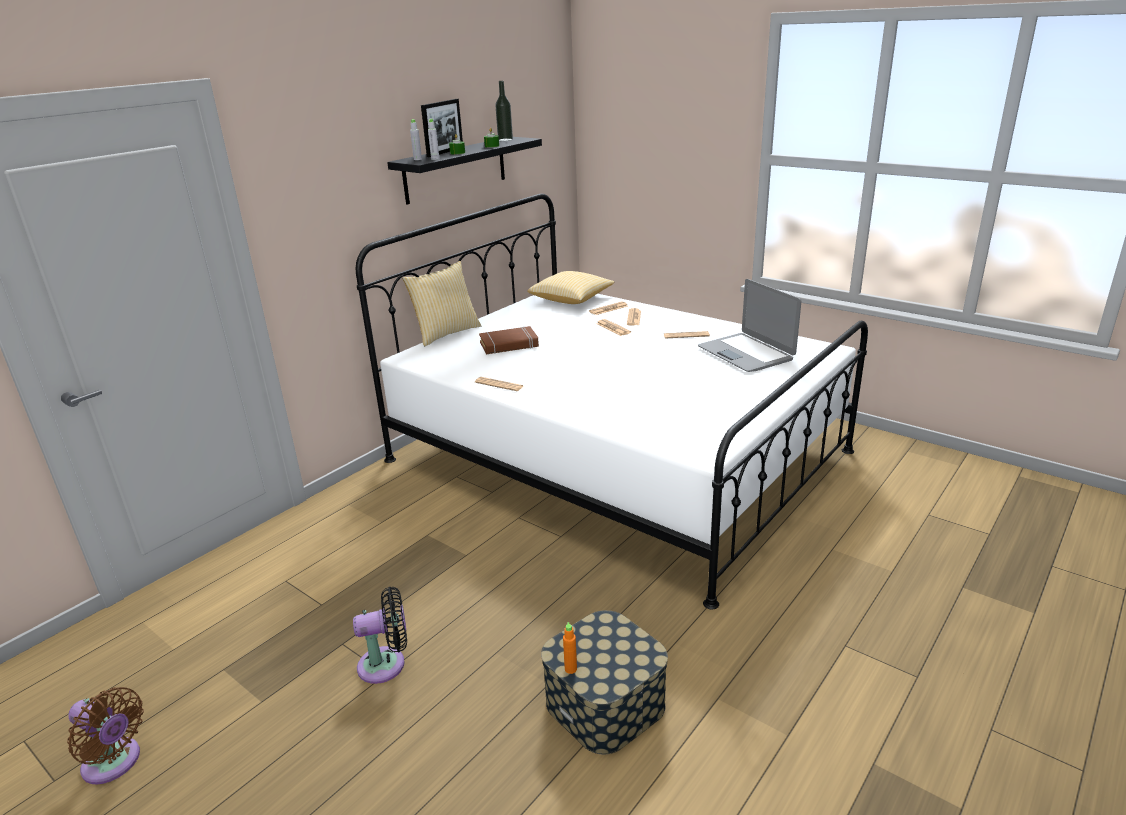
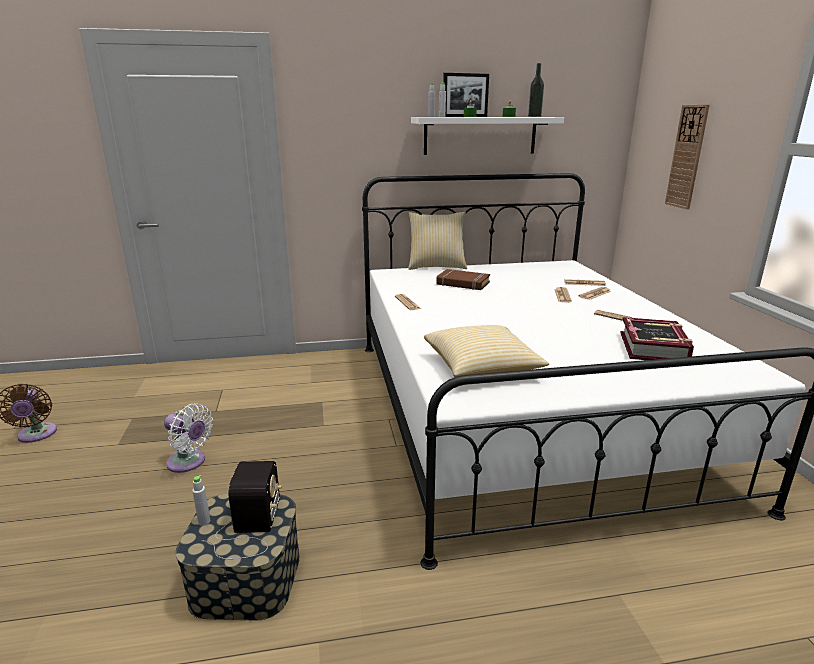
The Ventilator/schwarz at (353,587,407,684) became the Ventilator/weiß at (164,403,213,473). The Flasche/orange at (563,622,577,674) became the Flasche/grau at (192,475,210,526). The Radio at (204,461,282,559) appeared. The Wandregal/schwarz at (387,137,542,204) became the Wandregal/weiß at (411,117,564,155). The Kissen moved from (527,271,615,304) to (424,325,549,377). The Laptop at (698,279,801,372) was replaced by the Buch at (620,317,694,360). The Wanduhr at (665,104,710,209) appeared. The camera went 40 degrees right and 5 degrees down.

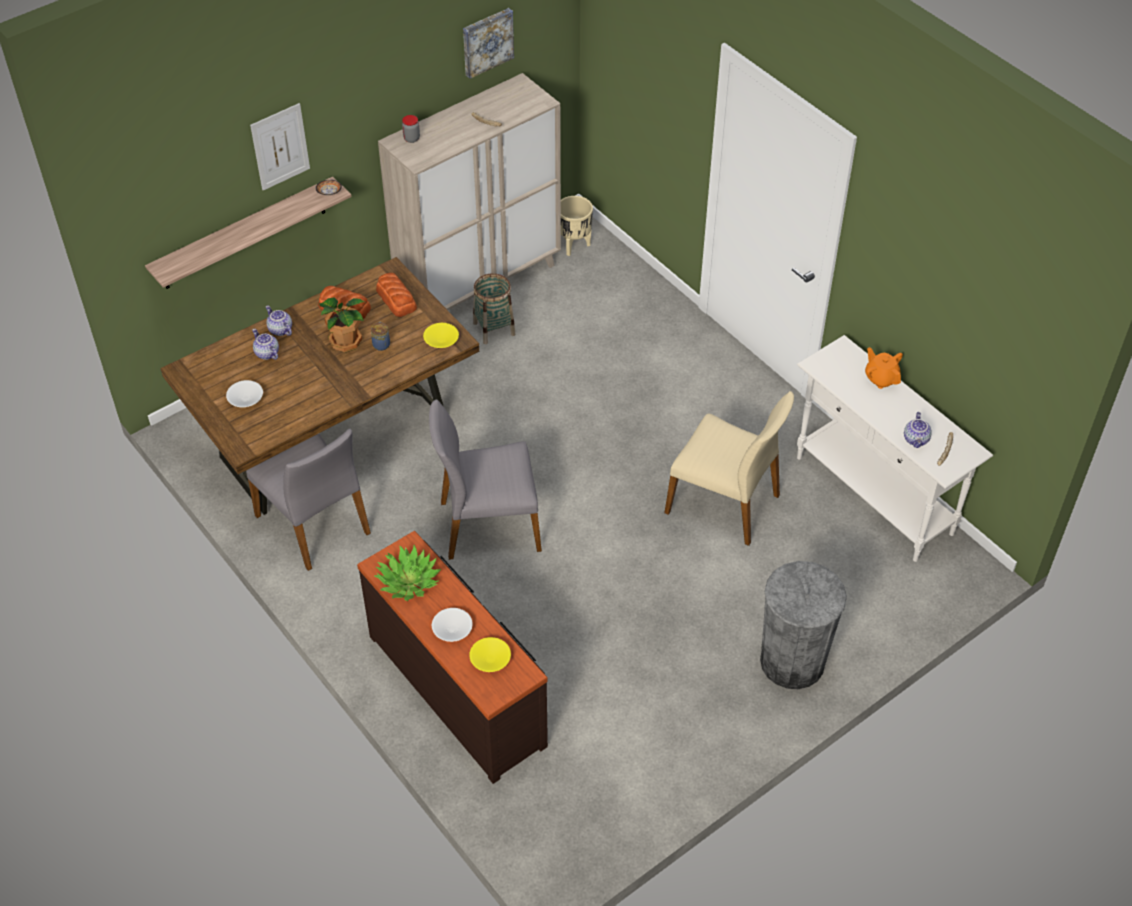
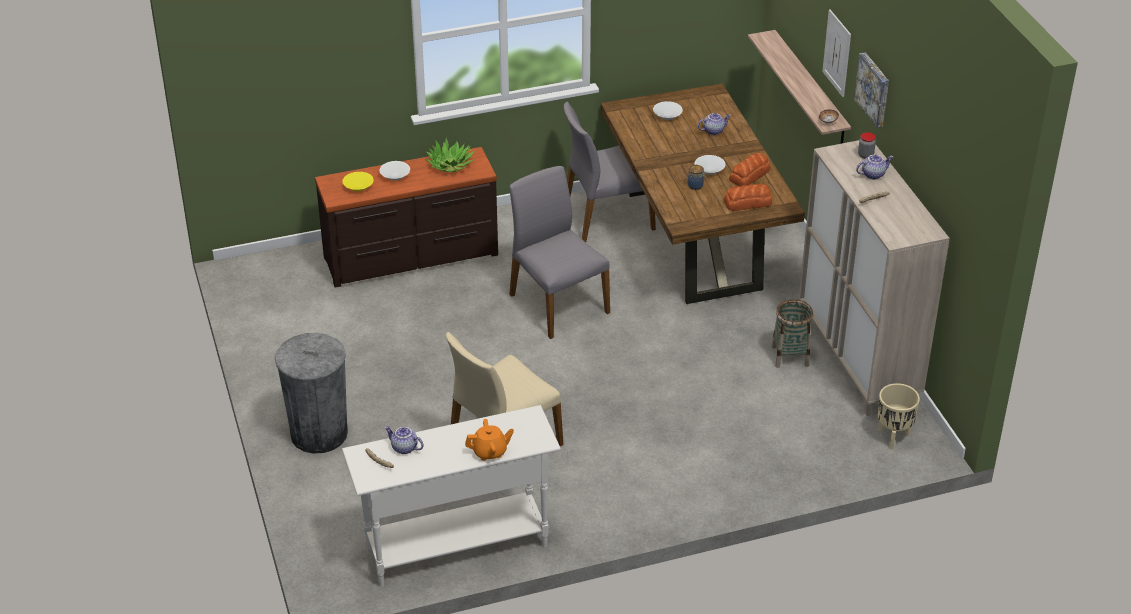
The Stuhl/grau at (429,399,542,560) turned 45 degrees counterclockwise. The Topfpflanze at (319,297,365,353) was replaced by the Schüssel/weiß at (695,155,726,175). The Bild moved from (463,8,514,79) to (854,52,889,128). The Teekanne moved from (266,305,292,336) to (856,155,893,179). The Schüssel/gelb at (423,323,459,348) disappeared. The camera went 110 degrees right and 10 degrees down.

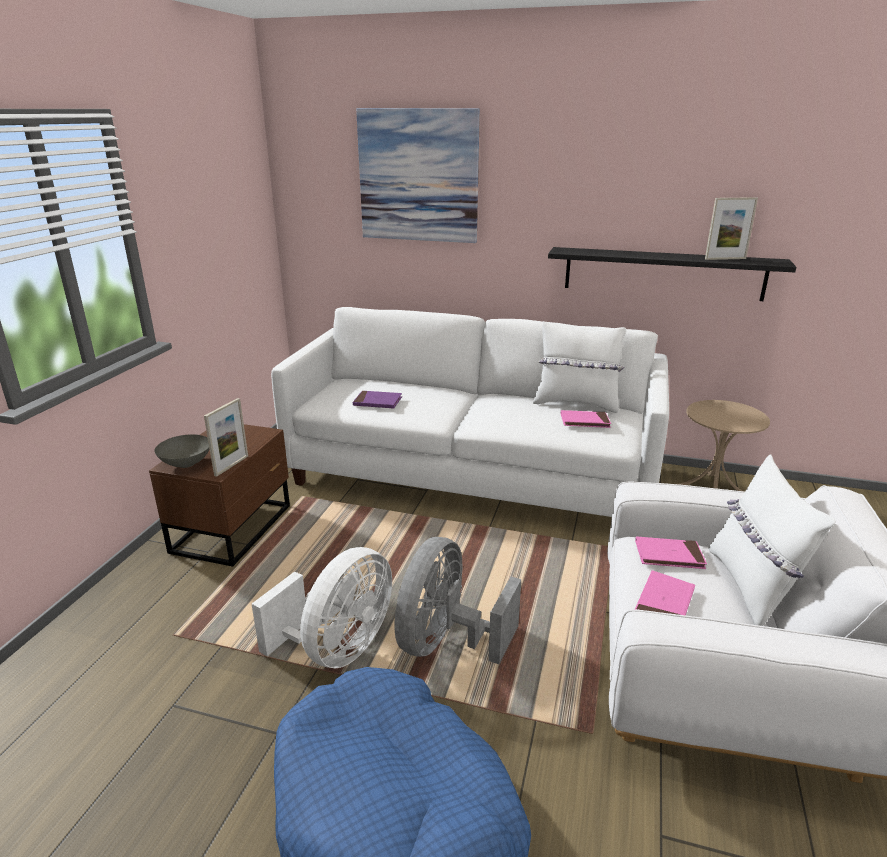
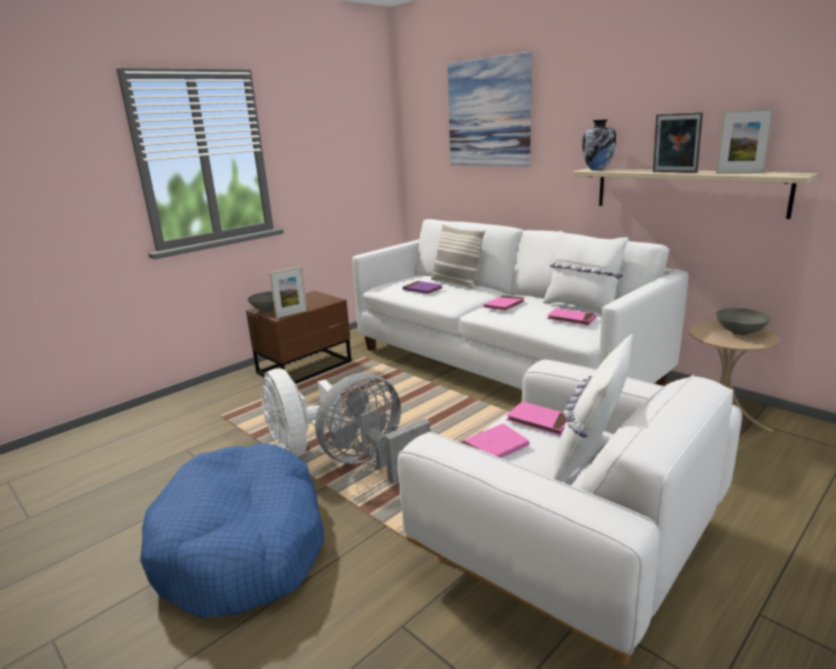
The Ventilator/weiß at (252,547,392,669) turned 90 degrees clockwise. The Kissen at (431,223,485,288) appeared. The Buch/rosa at (483,295,525,311) appeared. The Wandregal/schwarz at (548,247,796,301) became the Wandregal/beige at (573,168,818,219). The Vase at (582,119,616,170) appeared. The Bilderrahmen at (653,112,703,173) appeared. The Schüssel/grau at (716,308,771,335) appeared. The camera went 30 degrees right and 5 degrees down.

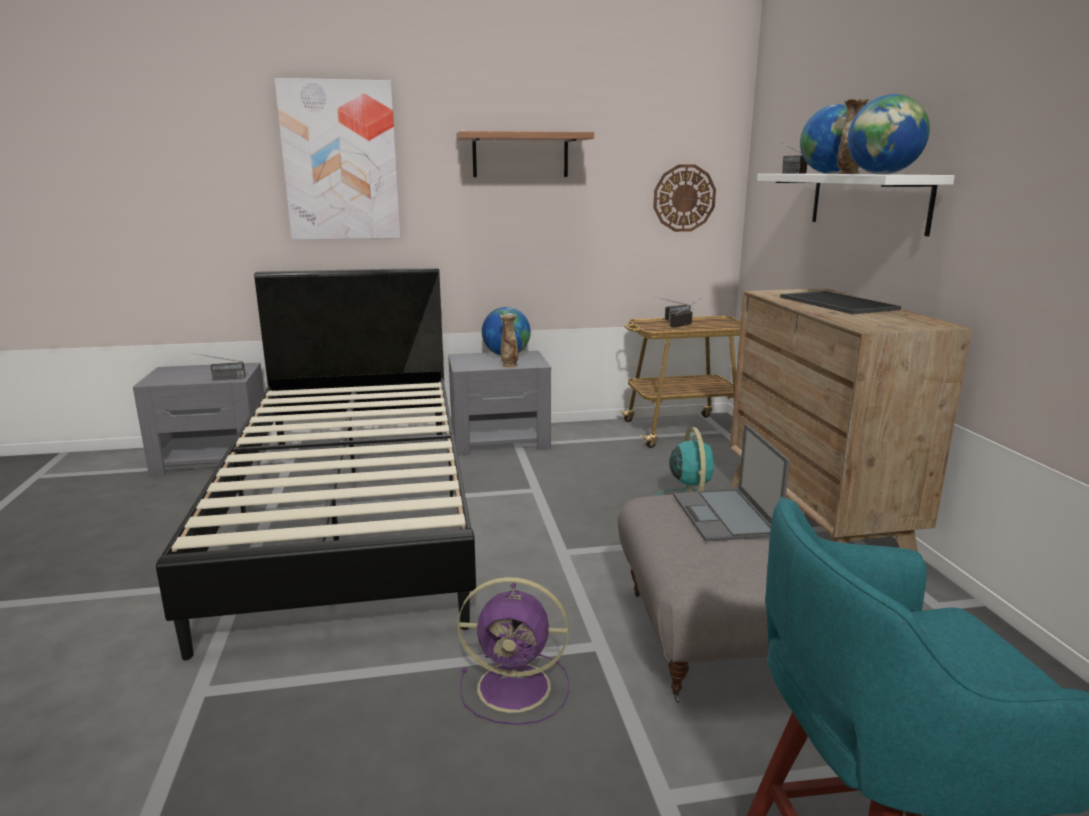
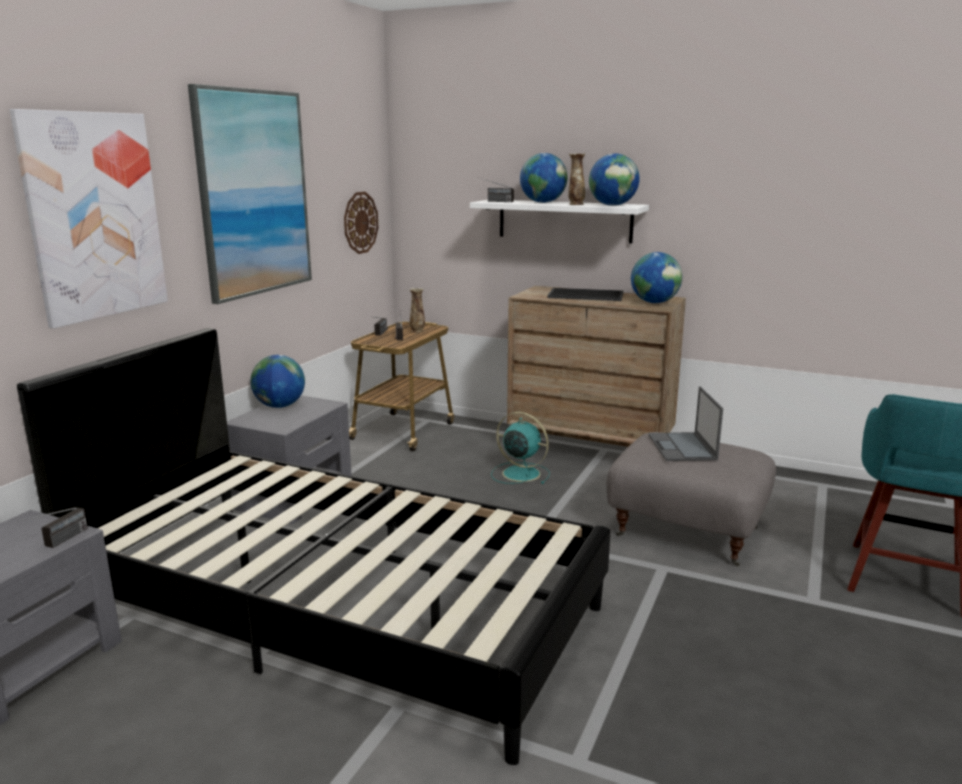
The Wandregal at (456,131,594,177) was replaced by the Bild at (188,84,312,304). The Vase moved from (500,313,519,368) to (410,288,425,333). The Globus at (631,252,682,303) appeared. The Laptop at (673,424,790,542) turned 60 degrees clockwise. The Ventilator/lila at (458,577,569,725) disappeared. The camera went 55 degrees left and 0 degrees up.

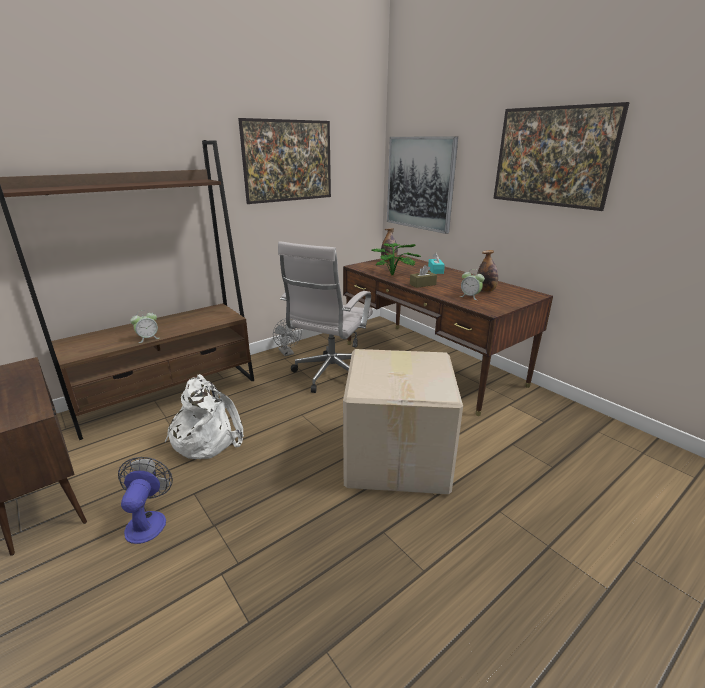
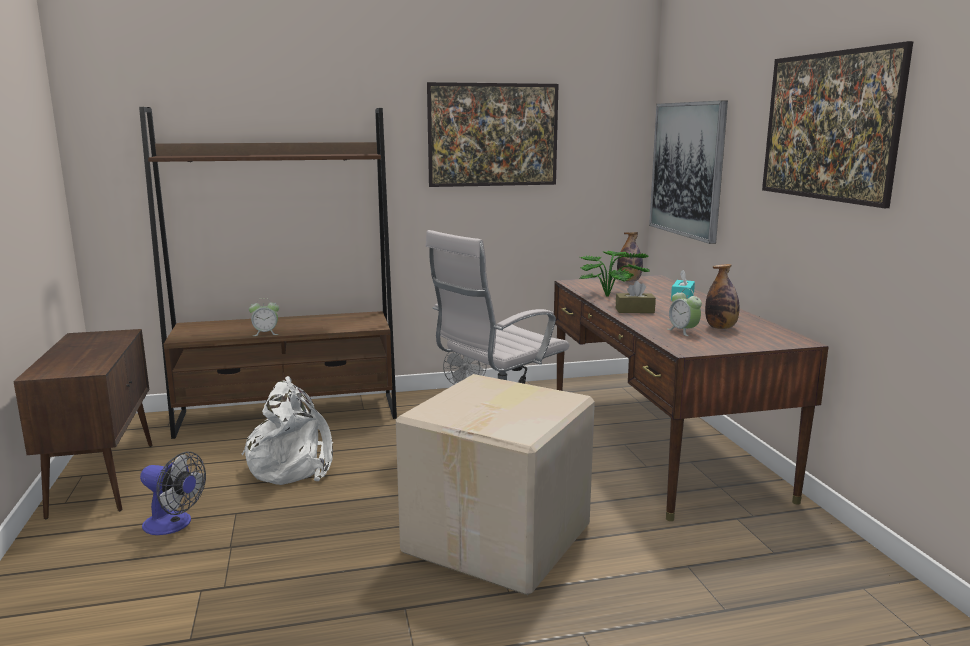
The Ventilator at (118,457,173,544) turned 90 degrees clockwise. The camera went 25 degrees right and 10 degrees down.

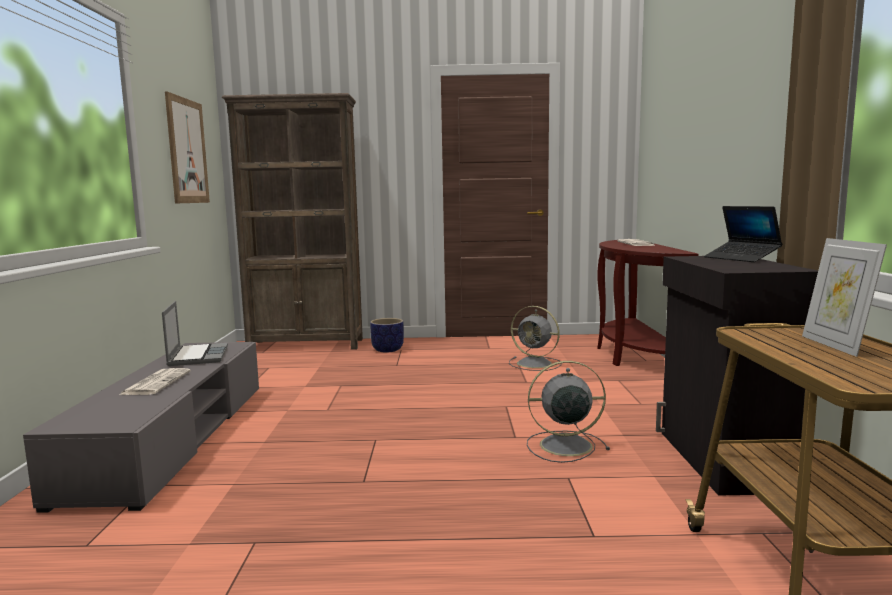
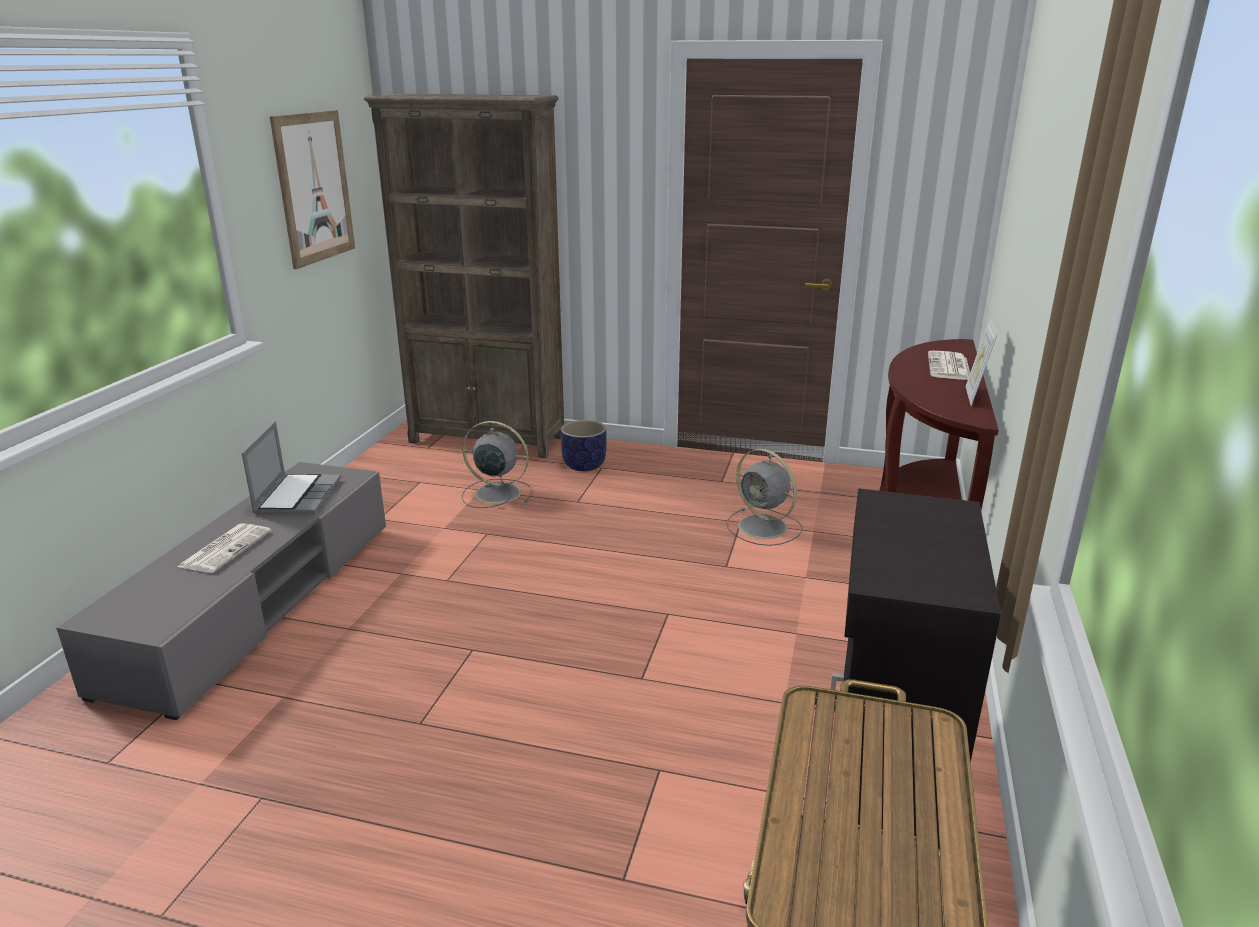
The Ventilator/grau moved from (527,361,610,463) to (462,421,532,508). The Bilderrahmen moved from (802,238,887,357) to (965,319,997,406). The Laptop at (704,206,782,262) disappeared. The camera went 15 degrees right and 15 degrees up.

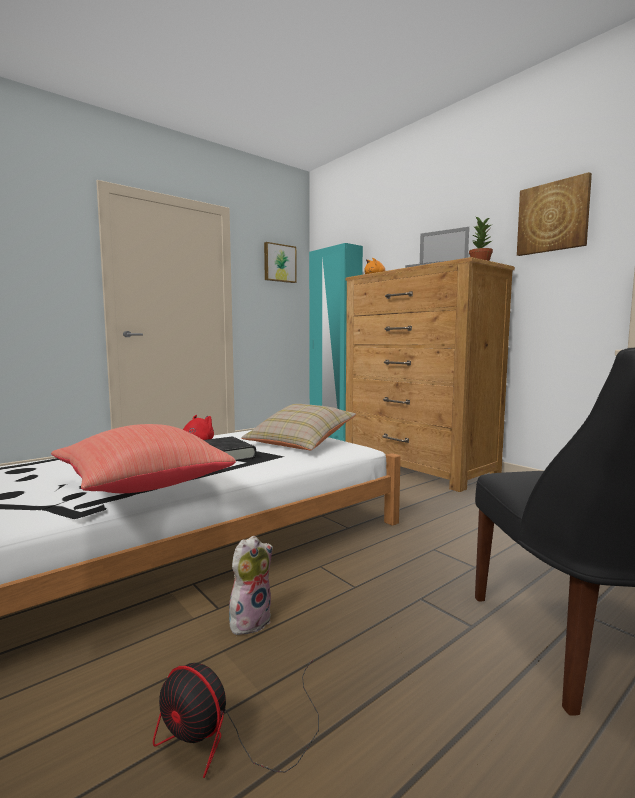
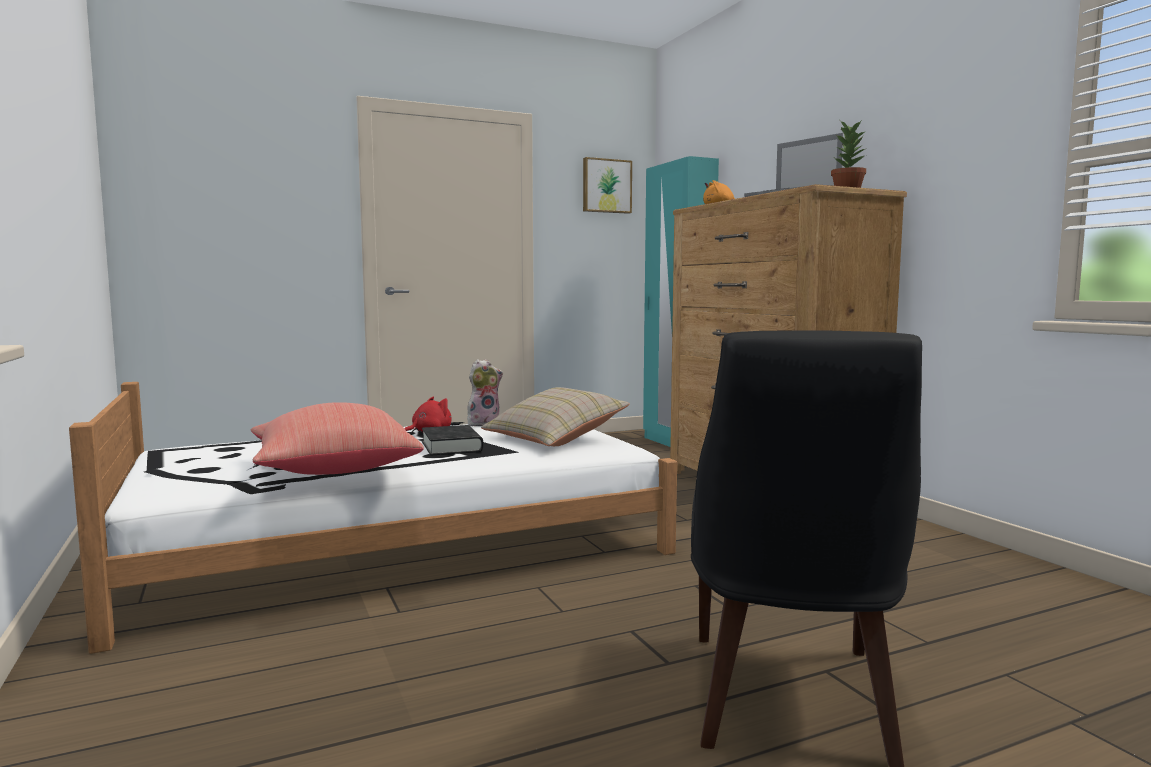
The Plüschtier moved from (229,536,273,635) to (468,359,503,426). The Ventilator at (153,660,319,778) disappeared. The Bild at (517,172,592,256) disappeared. The camera went 15 degrees right and 0 degrees up.

